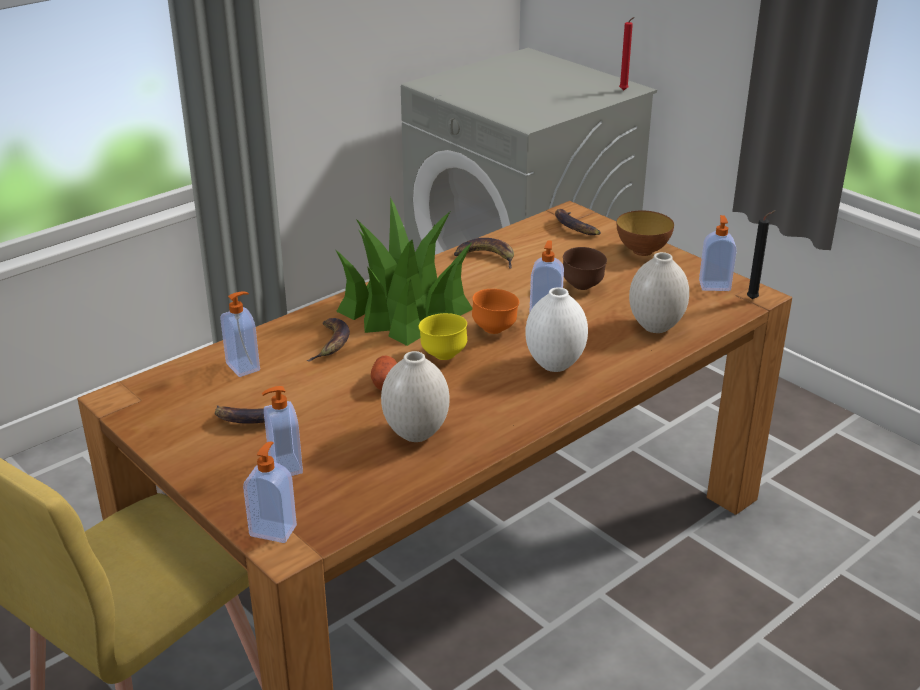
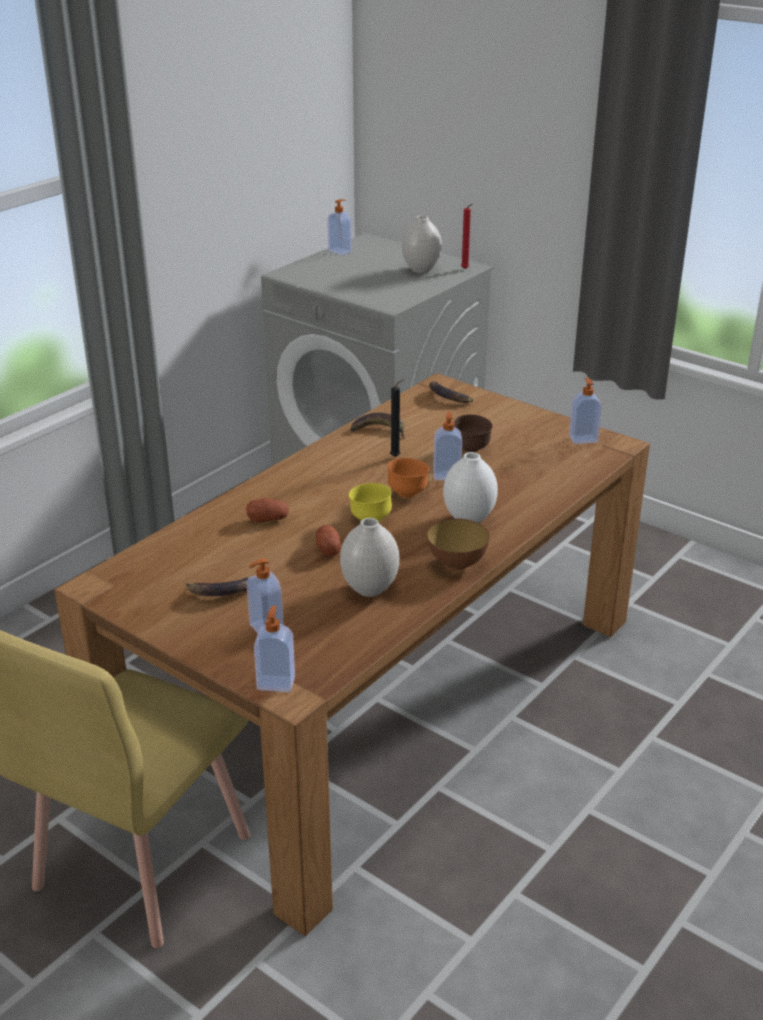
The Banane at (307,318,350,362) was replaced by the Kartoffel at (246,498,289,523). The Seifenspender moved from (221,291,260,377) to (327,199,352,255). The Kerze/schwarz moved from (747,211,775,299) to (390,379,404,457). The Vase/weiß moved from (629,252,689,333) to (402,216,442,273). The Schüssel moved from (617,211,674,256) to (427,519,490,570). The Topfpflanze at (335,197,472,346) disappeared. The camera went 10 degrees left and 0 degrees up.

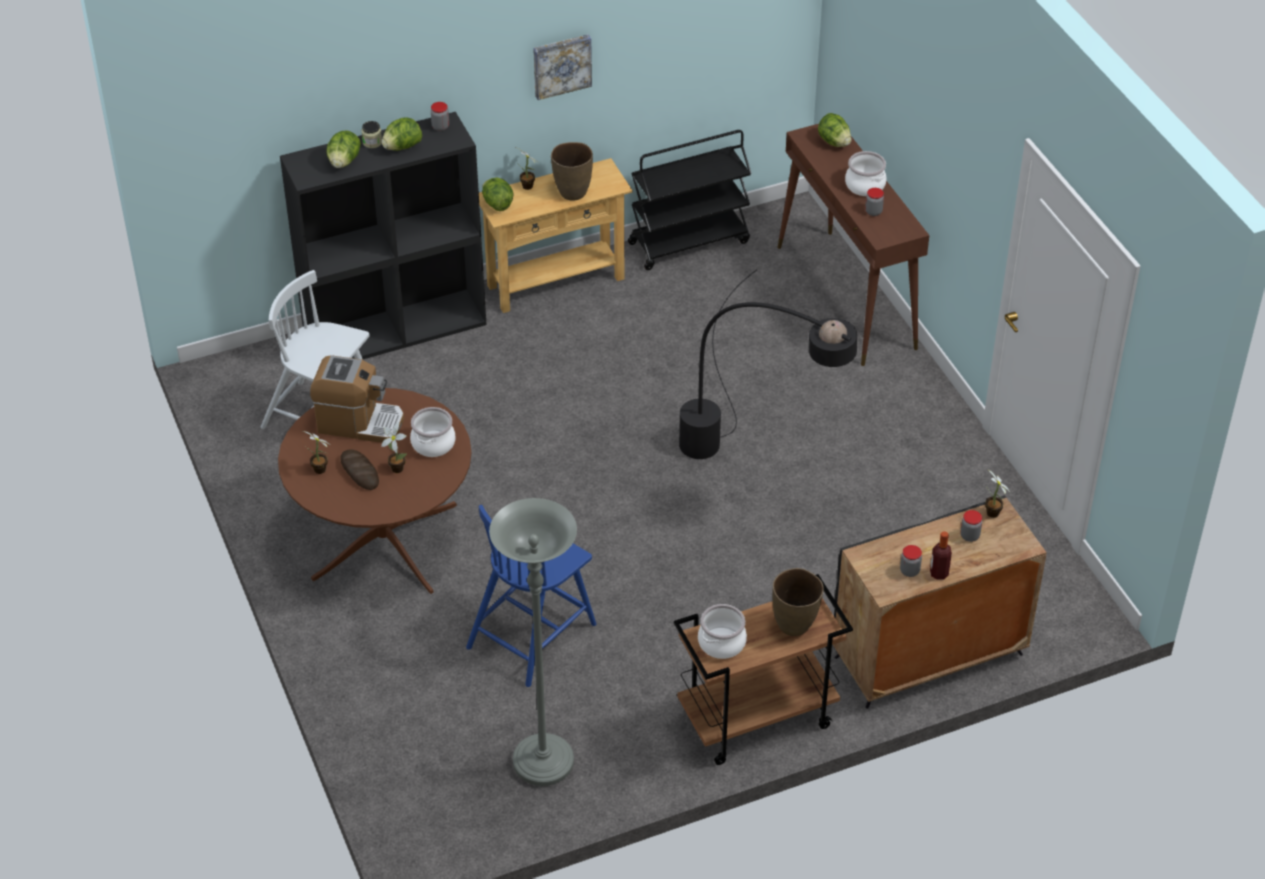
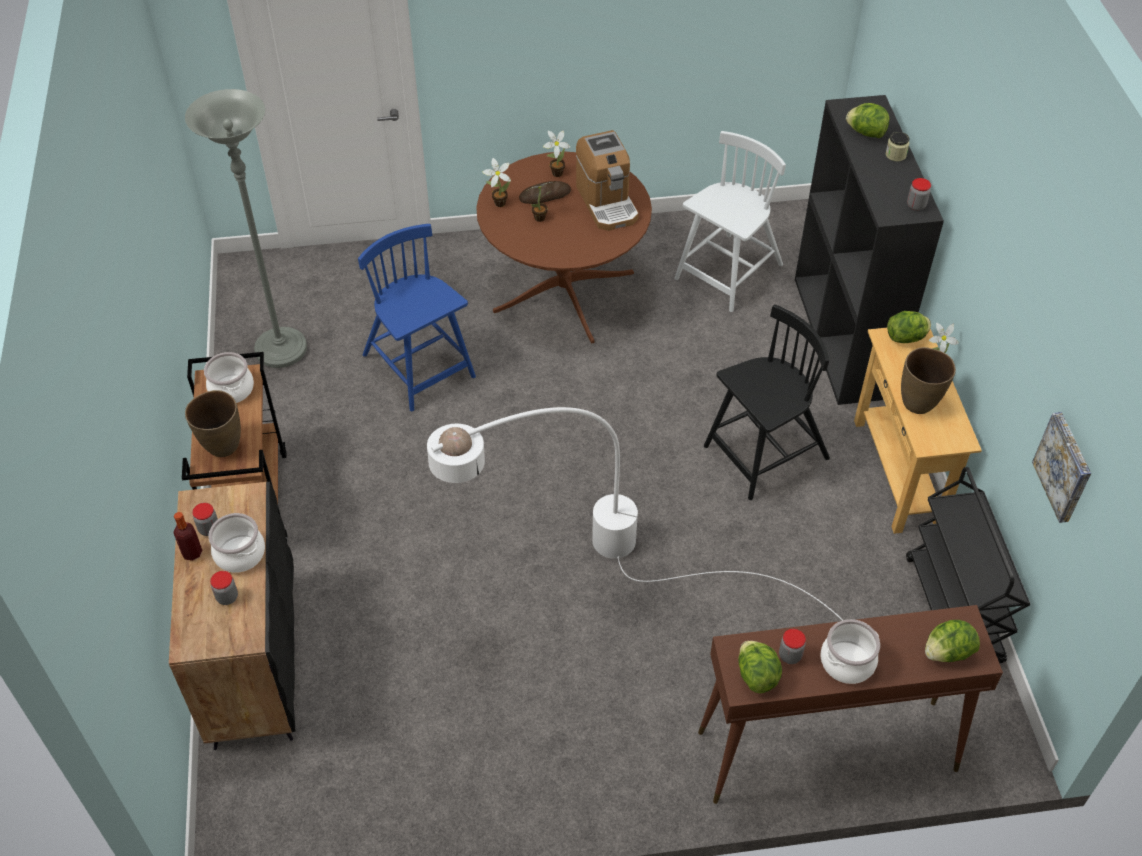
The Kochtopf moved from (410,407,455,457) to (208,513,265,573). The Stehlampe/schwarz at (679,269,857,459) became the Stehlampe/weiß at (427,407,843,620). The Topfpflanze moved from (985,469,1011,518) to (482,158,511,207). The Kaffeemaschine at (310,355,404,443) turned 45 degrees counterclockwise. The Stuhl/schwarz at (704,304,830,500) appeared. The Salatkopf moved from (382,117,422,151) to (738,641,782,693). The Bild moved from (533,34,592,100) to (1032,412,1091,523). The camera went 105 degrees right and 5 degrees up.

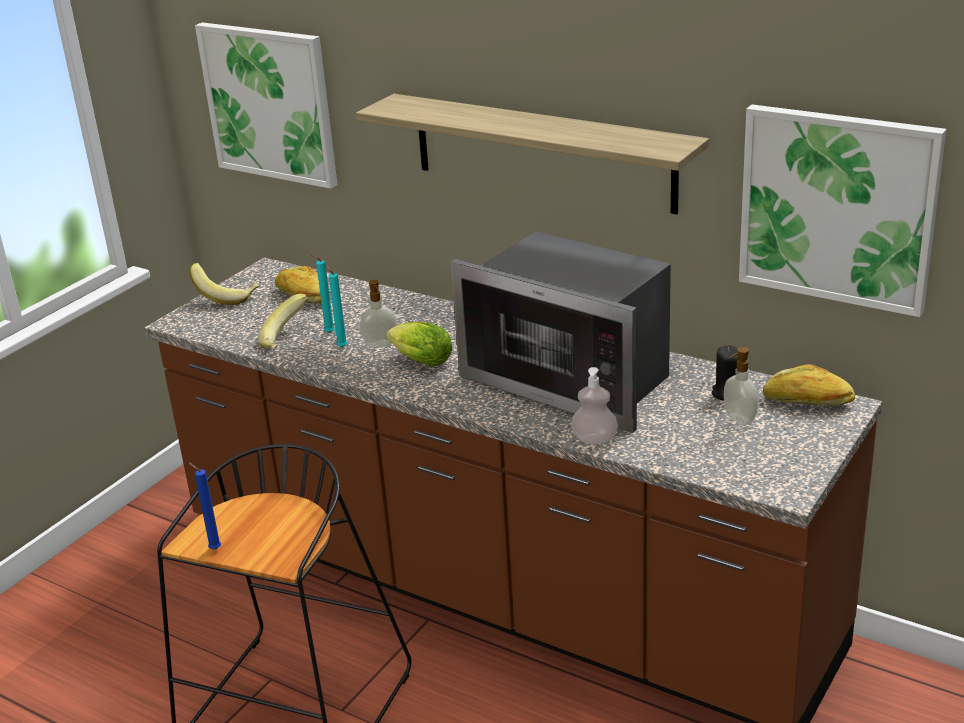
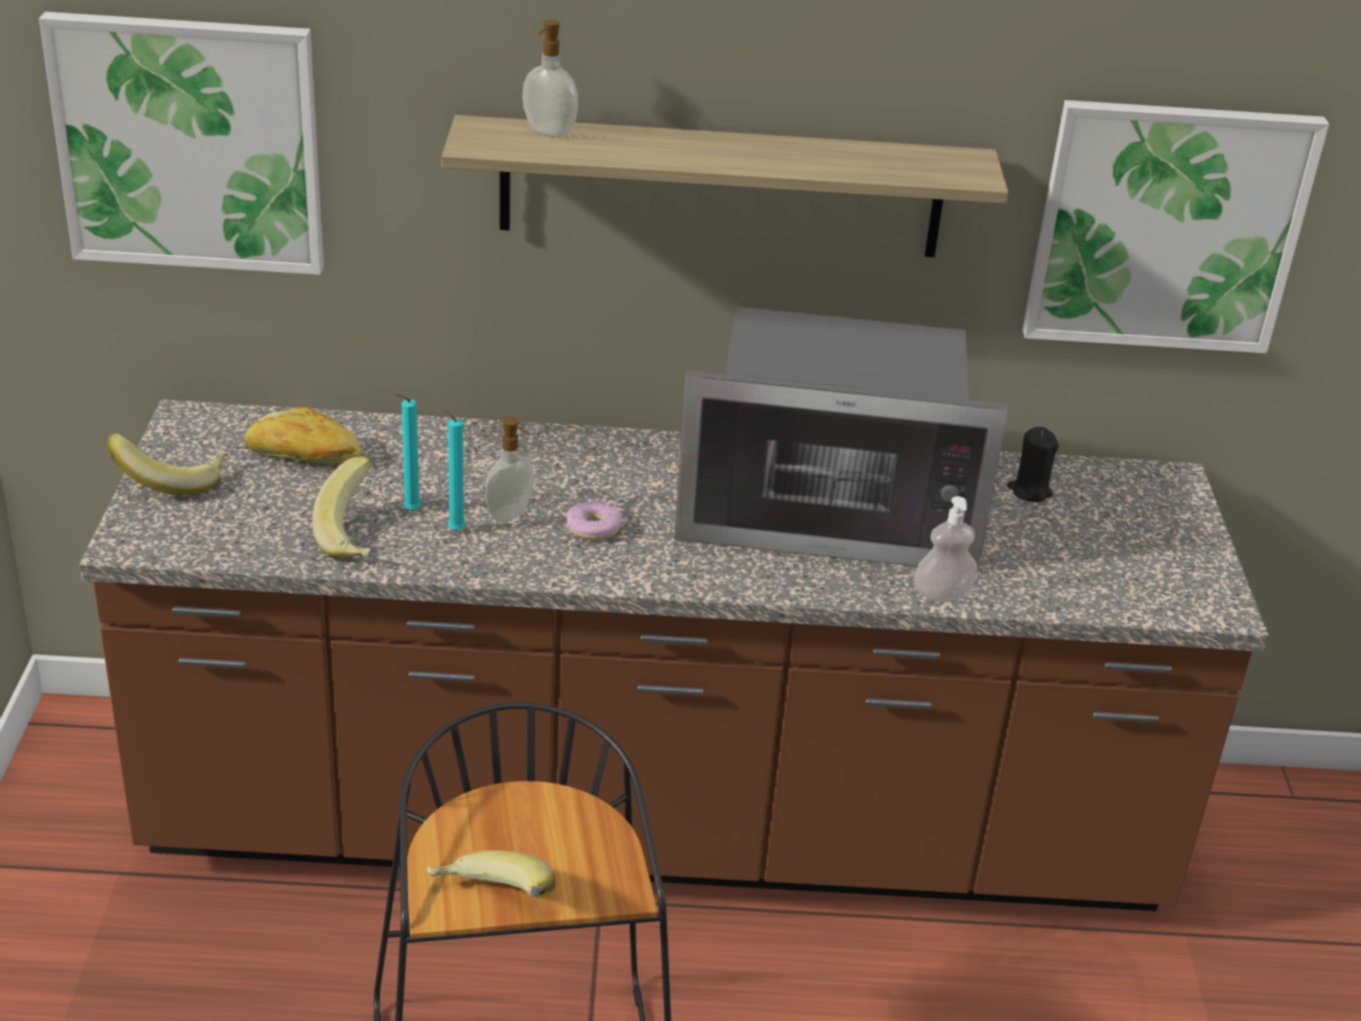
The Kerze/blau at (188,462,221,550) was replaced by the Banane at (426,850,556,898). The Seifenspender moved from (724,347,758,425) to (522,20,578,137). The Salatkopf at (387,322,452,366) was replaced by the Donut at (566,501,622,541). The Brot at (763,364,855,406) disappeared. The camera went 35 degrees left and 5 degrees up.

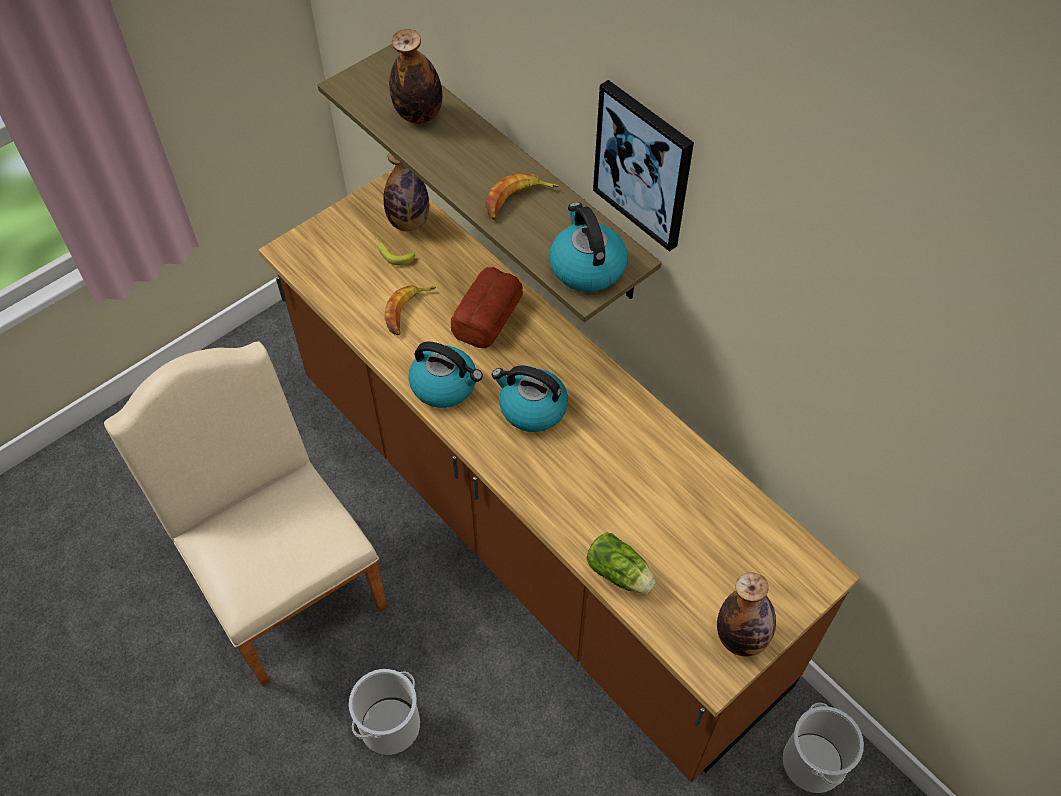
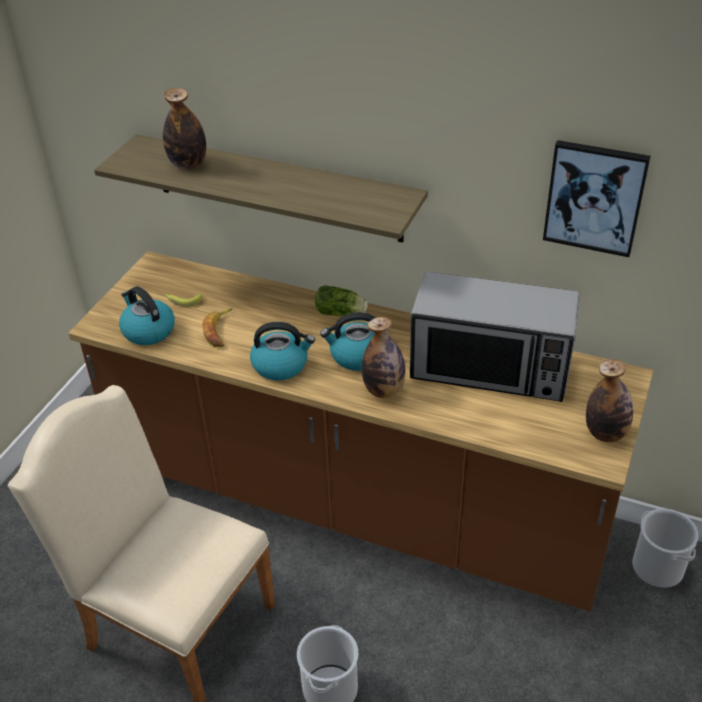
The Wasserkessel moved from (549,202,627,292) to (119,286,175,345). The Salatkopf moved from (586,533,656,594) to (315,285,367,316). The Flasche moved from (383,153,429,231) to (362,317,405,398). The Mikrowelle at (410,272,580,402) appeared. The Bild moved from (593,80,694,252) to (543,140,651,257). The Brot at (451,267,523,348) disappeared. The Banane at (485,173,559,220) disappeared. The camera went 25 degrees left and 15 degrees down.

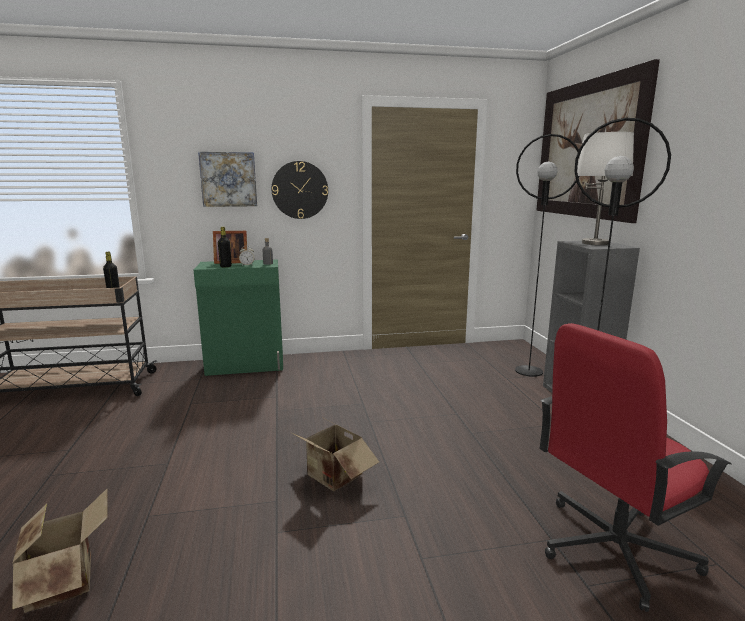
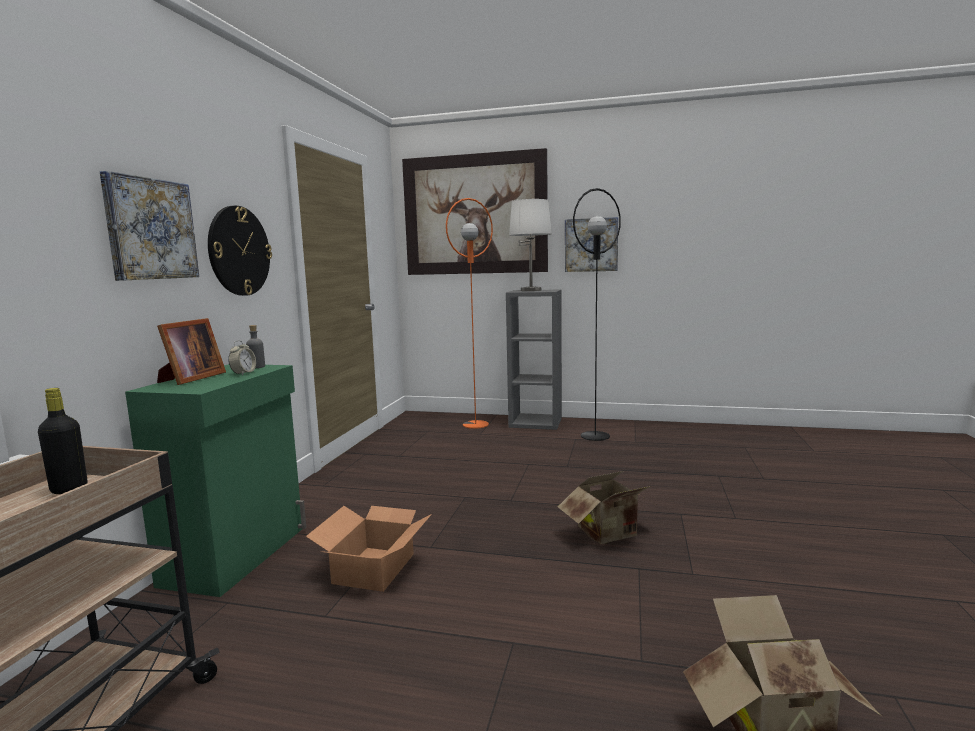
The Karton at (306,506,432,592) appeared. The Stehlampe/schwarz at (515,134,580,377) became the Stehlampe/orange at (446,198,493,429). The Bild at (565,217,618,272) appeared. The Flasche/schwarz at (218,227,232,267) disappeared. The Bürostuhl/rot at (540,323,731,612) disappeared. The camera went 65 degrees left and 5 degrees down.

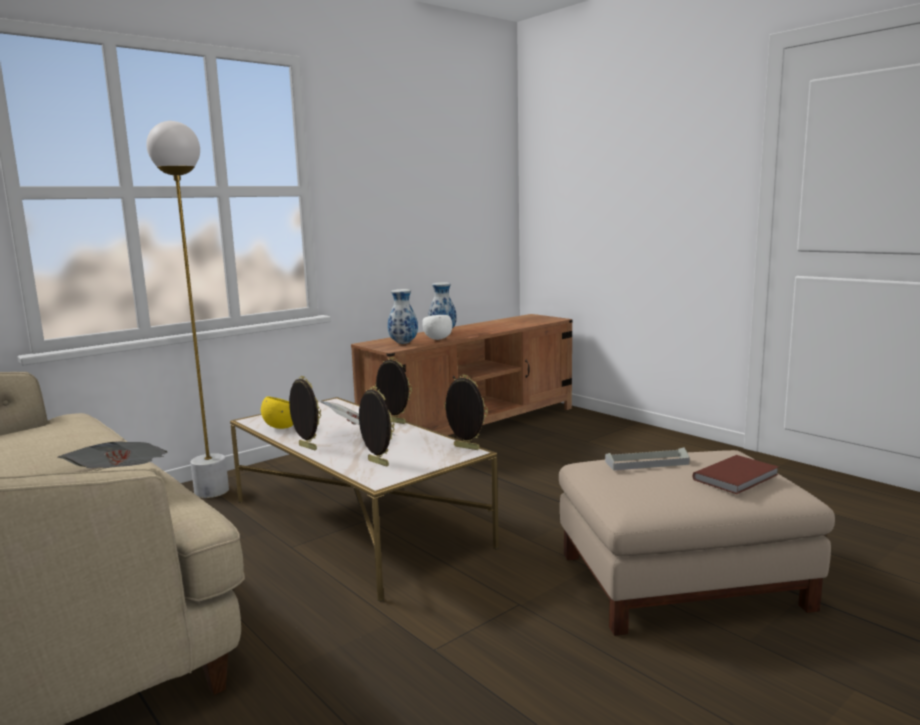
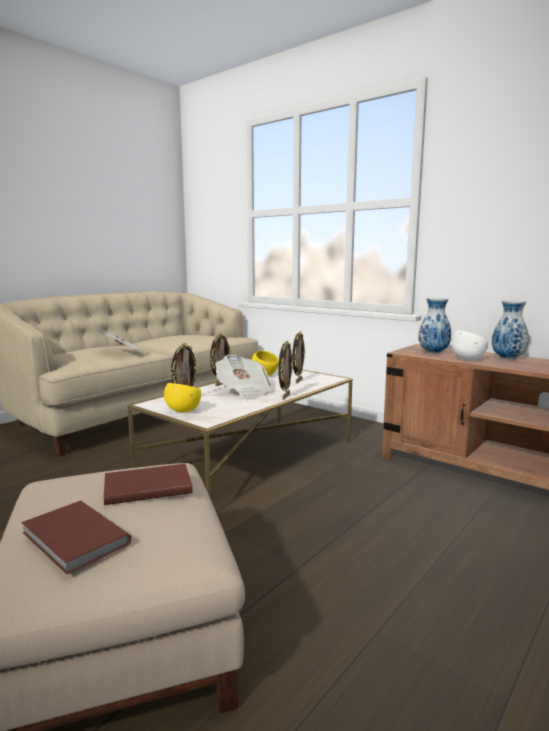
The Tablett/grau at (605,447,690,471) was replaced by the Buch/braun at (104,464,193,505). The Schüssel/gelb at (164,383,201,412) appeared. The Bilderrahmen moved from (444,374,488,450) to (292,331,305,384). The Stehlampe/weiß at (146,121,229,498) disappeared. The camera went 80 degrees right and 0 degrees up.

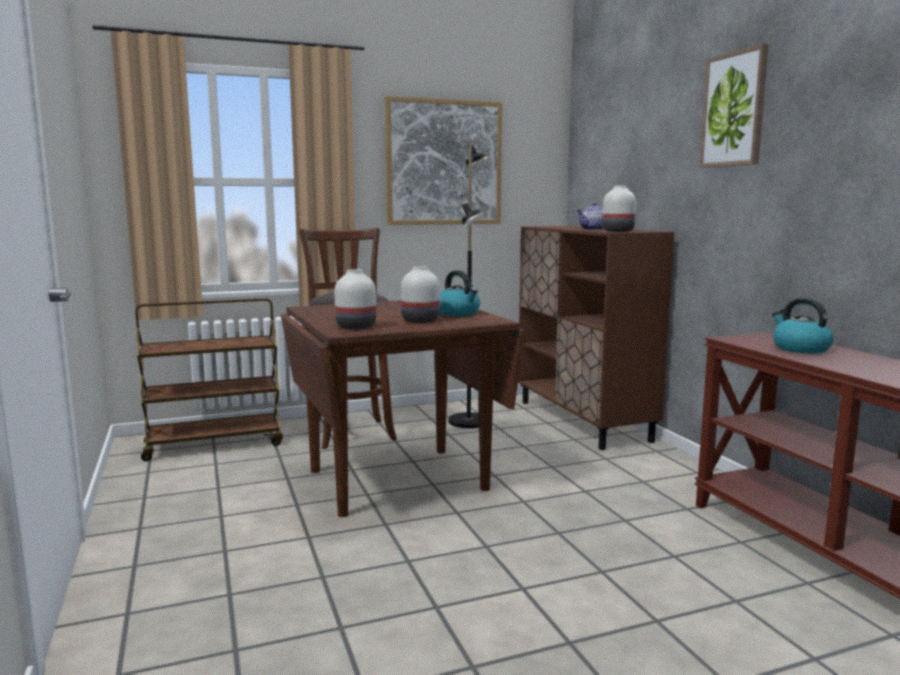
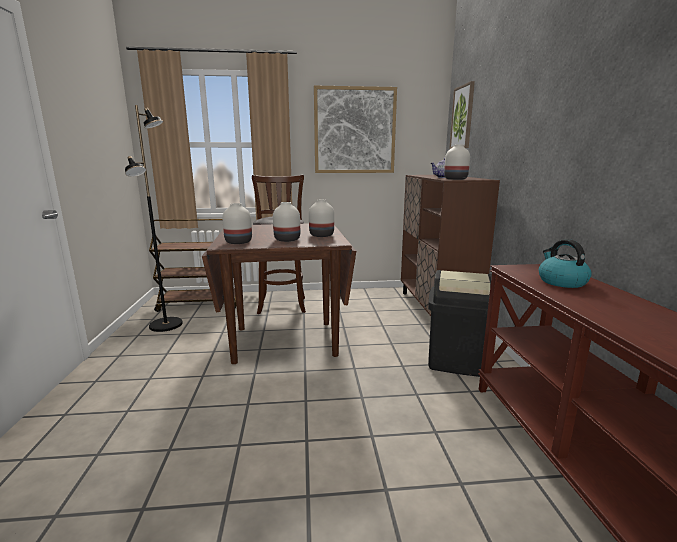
The Stehlampe/schwarz moved from (448,139,488,428) to (125,105,183,332). The Wasserkessel at (440,270,480,316) was replaced by the Vase/weiß at (309,200,334,237). The Mülleimer/schwarz at (428,270,492,377) appeared. The Bild moved from (699,43,769,168) to (449,81,475,149). The camera went 15 degrees right and 5 degrees up.

